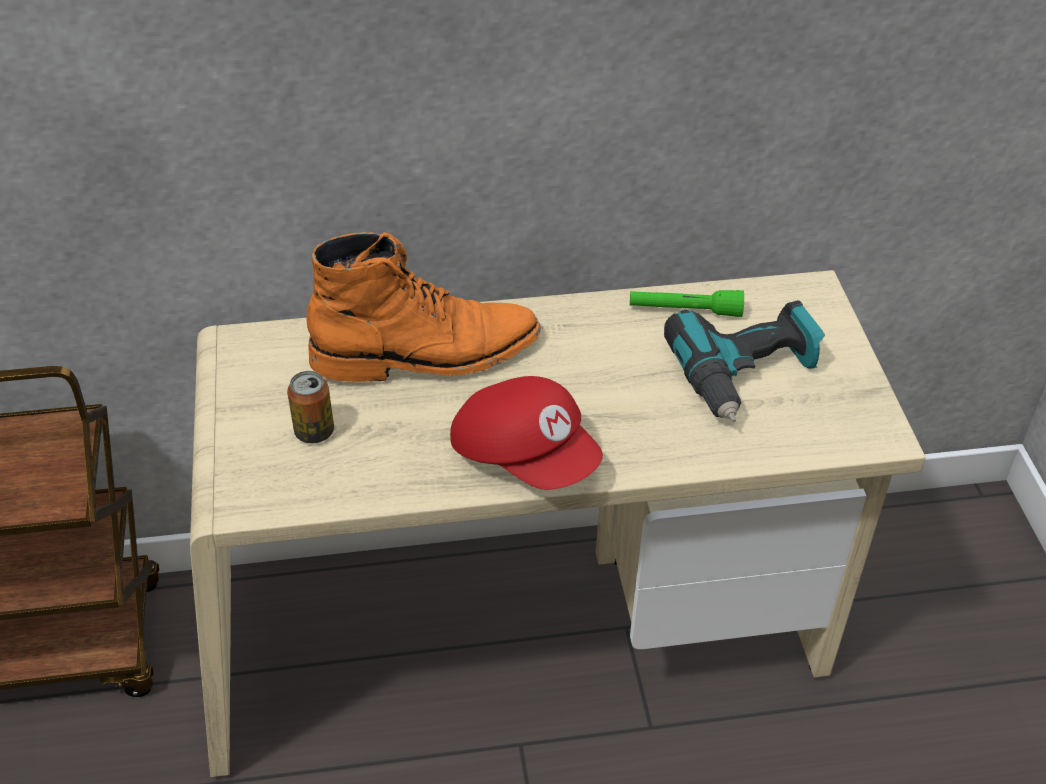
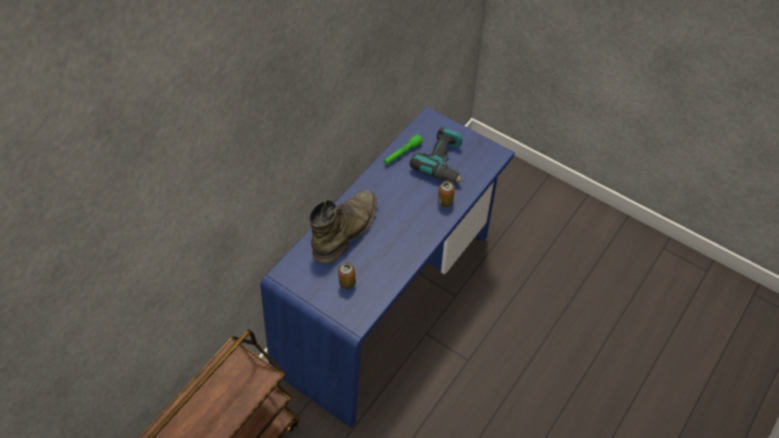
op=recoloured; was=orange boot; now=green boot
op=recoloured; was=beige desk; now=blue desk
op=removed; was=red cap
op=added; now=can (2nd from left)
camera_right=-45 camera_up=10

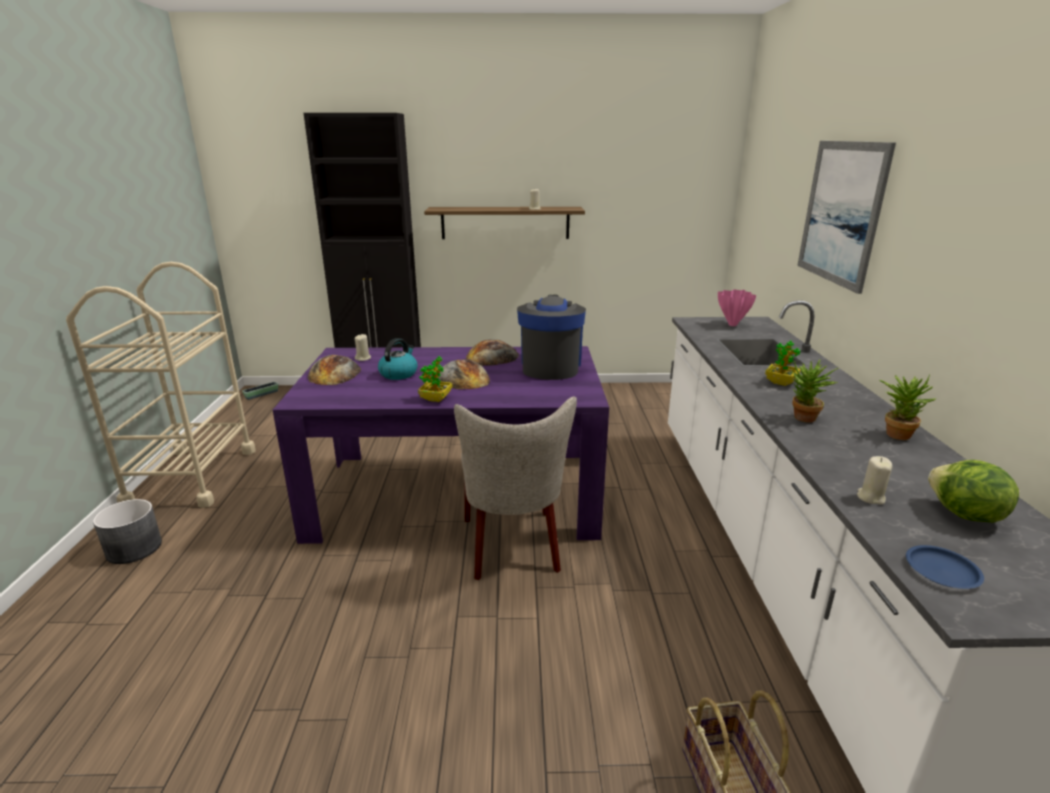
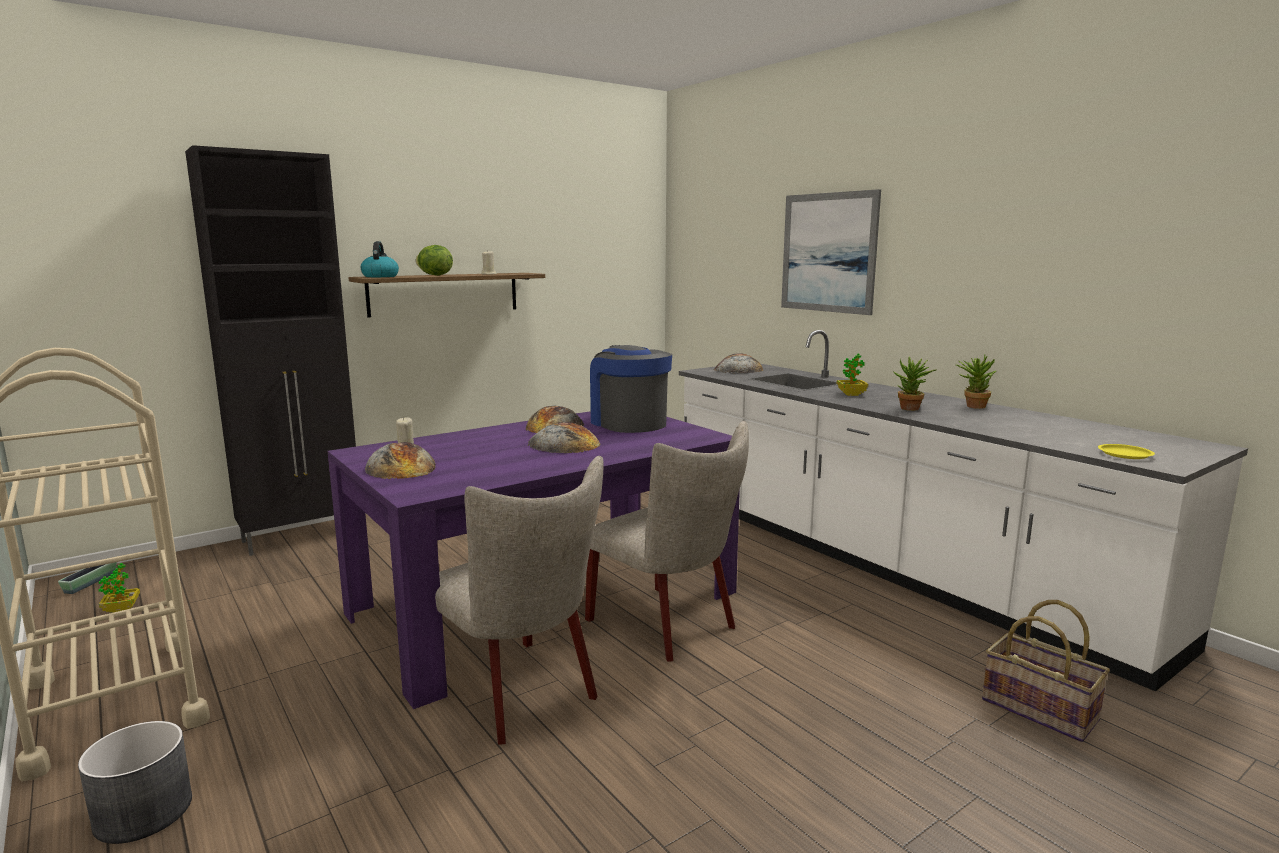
op=replaced; was=pink vase; now=bread (4th from left)
op=moved; was=kettle
op=moved; was=potted plant (1st from left)
op=removed; was=beige candle (3rd from left)
op=moved; was=lettuce
op=recoloured; was=blue plate; now=yellow plate
op=added; now=beige chair (1st from left)
camera_right=-35 camera_up=-10

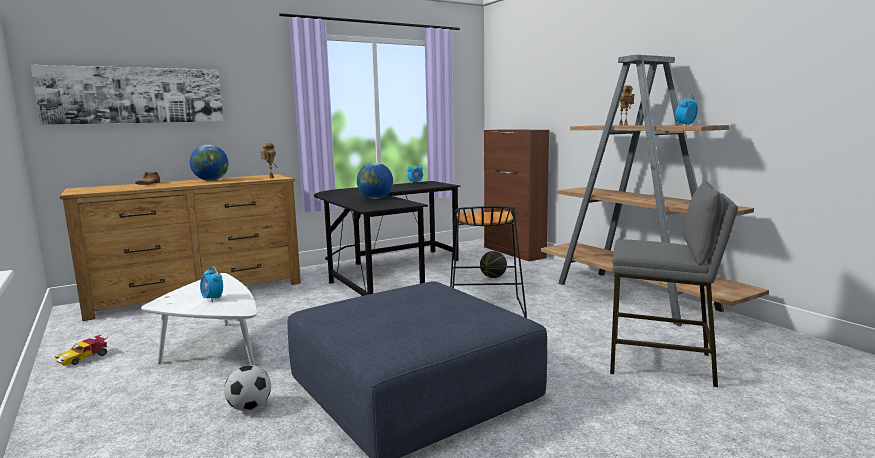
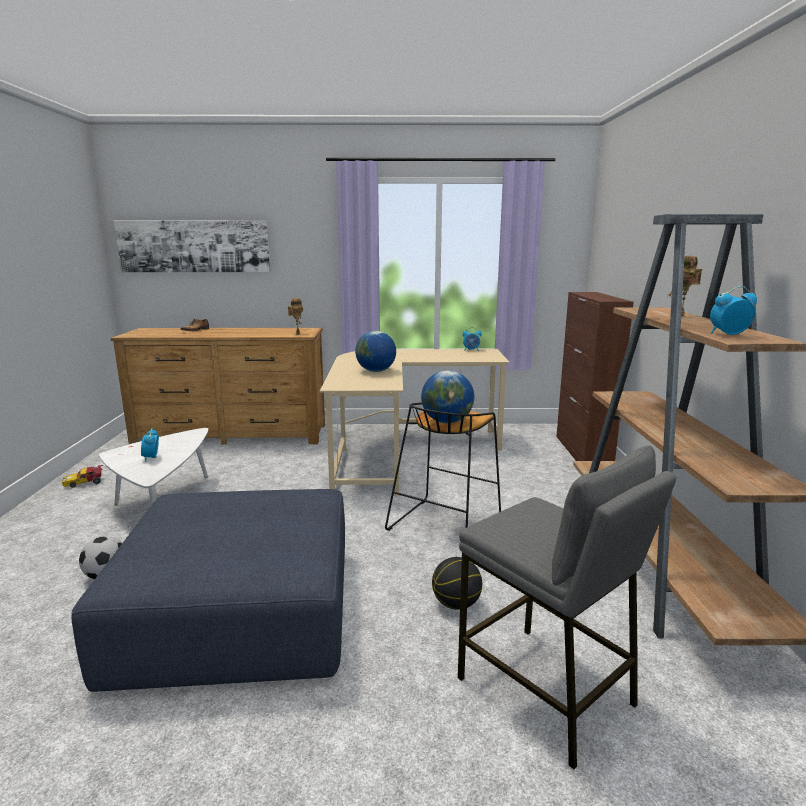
op=moved; was=globe (1st from left in the first image); now=globe (2nd from left)
op=recoloured; was=black desk; now=beige desk
op=moved; was=basketball
camera_right=30 camera_up=5

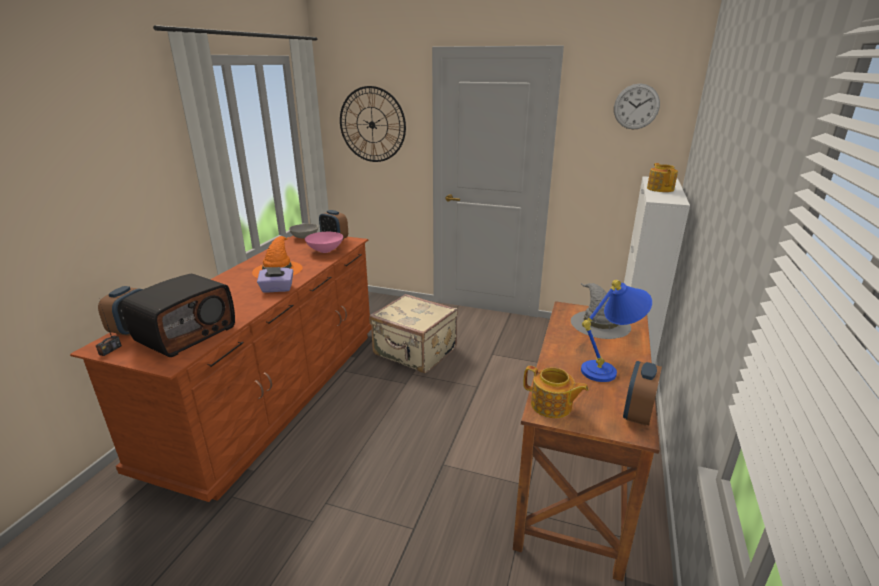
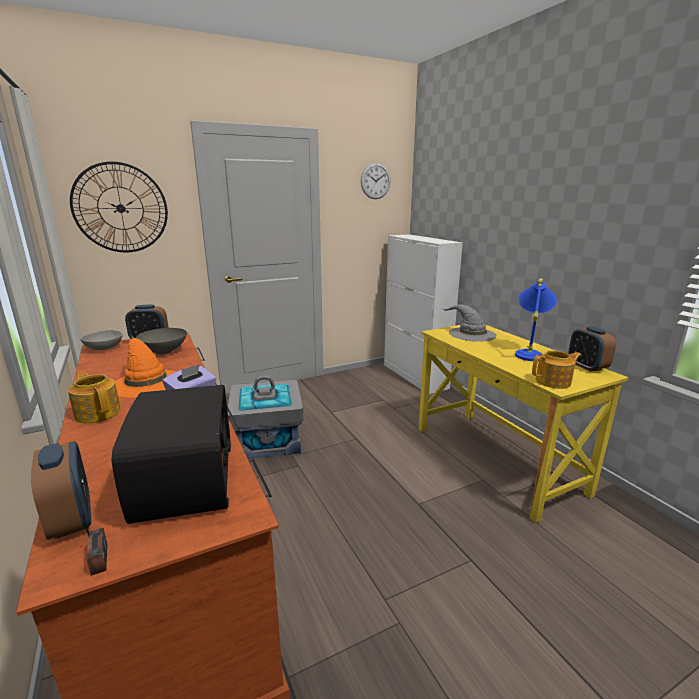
op=moved; was=teapot (2nd from left in the first image); now=teapot (1st from left)
op=recoloured; was=pink bowl; now=grey bowl (2nd from left)
op=replaced; was=beige suitcase; now=grey storage box
op=recoloured; was=brown desk; now=yellow desk
camera_right=-45 camera_up=-5

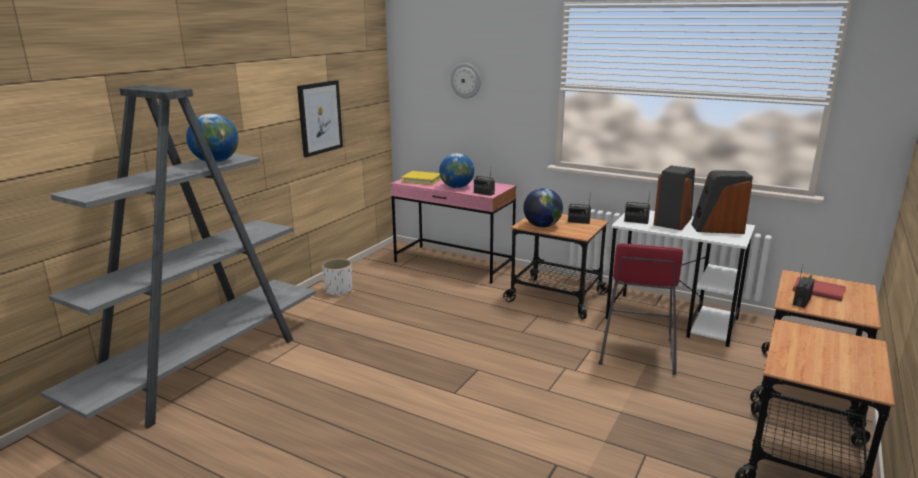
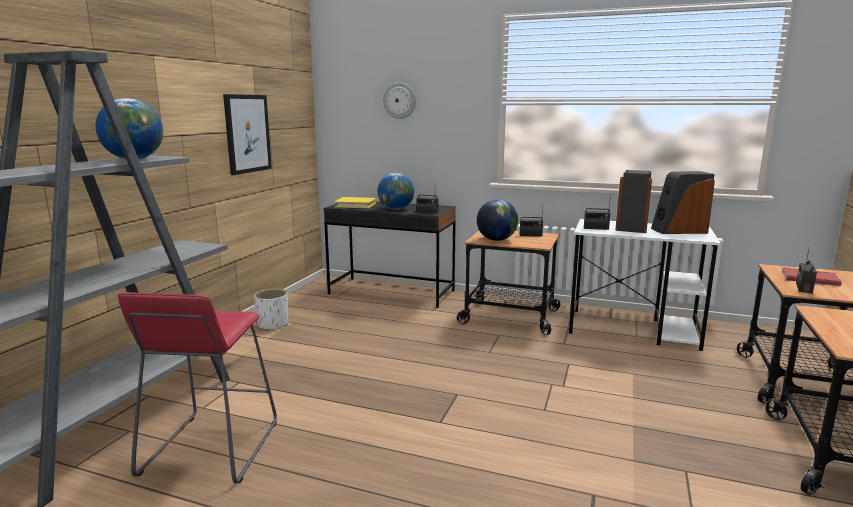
op=recoloured; was=pink desk; now=black desk
op=moved; was=red stool
camera_right=-10 camera_up=-5

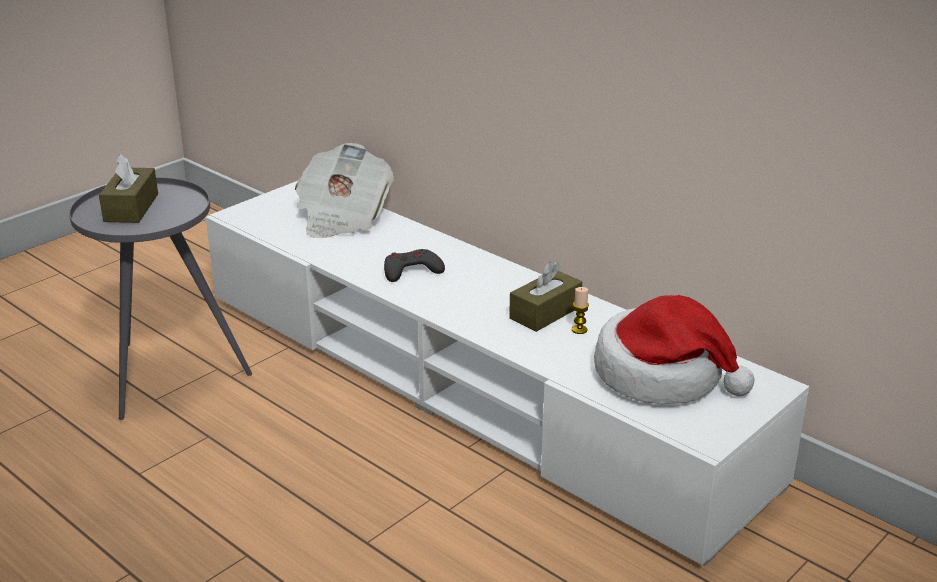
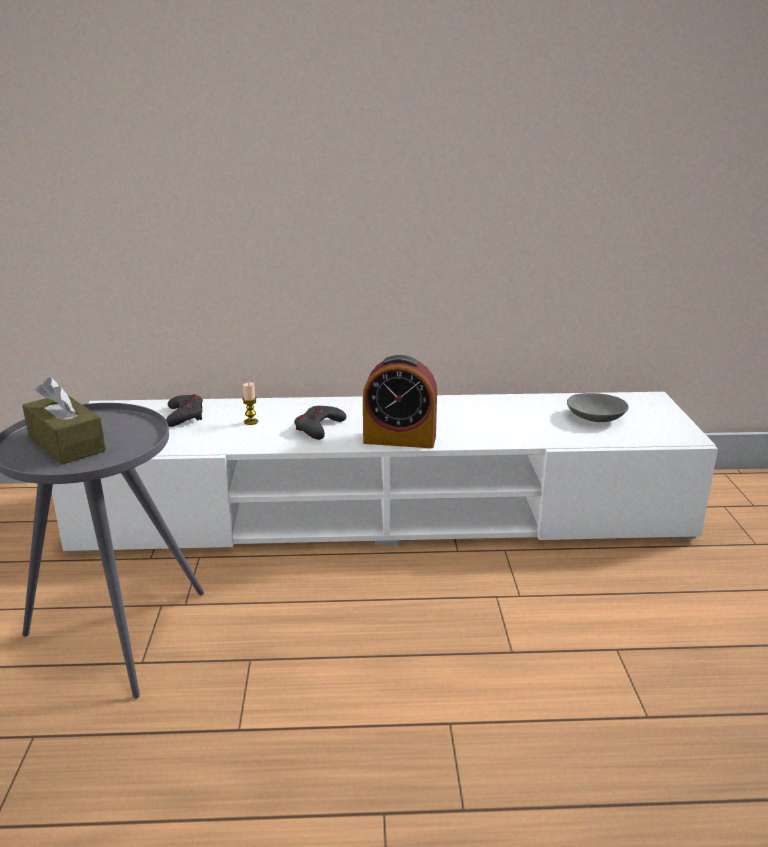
op=replaced; was=newspaper; now=grey game controller (1st from left)
op=removed; was=brown tissue box (2nd from left)
op=moved; was=candle
op=replaced; was=hat; now=grey bowl
op=added; now=alarm clock
camera_right=-45 camera_up=-5

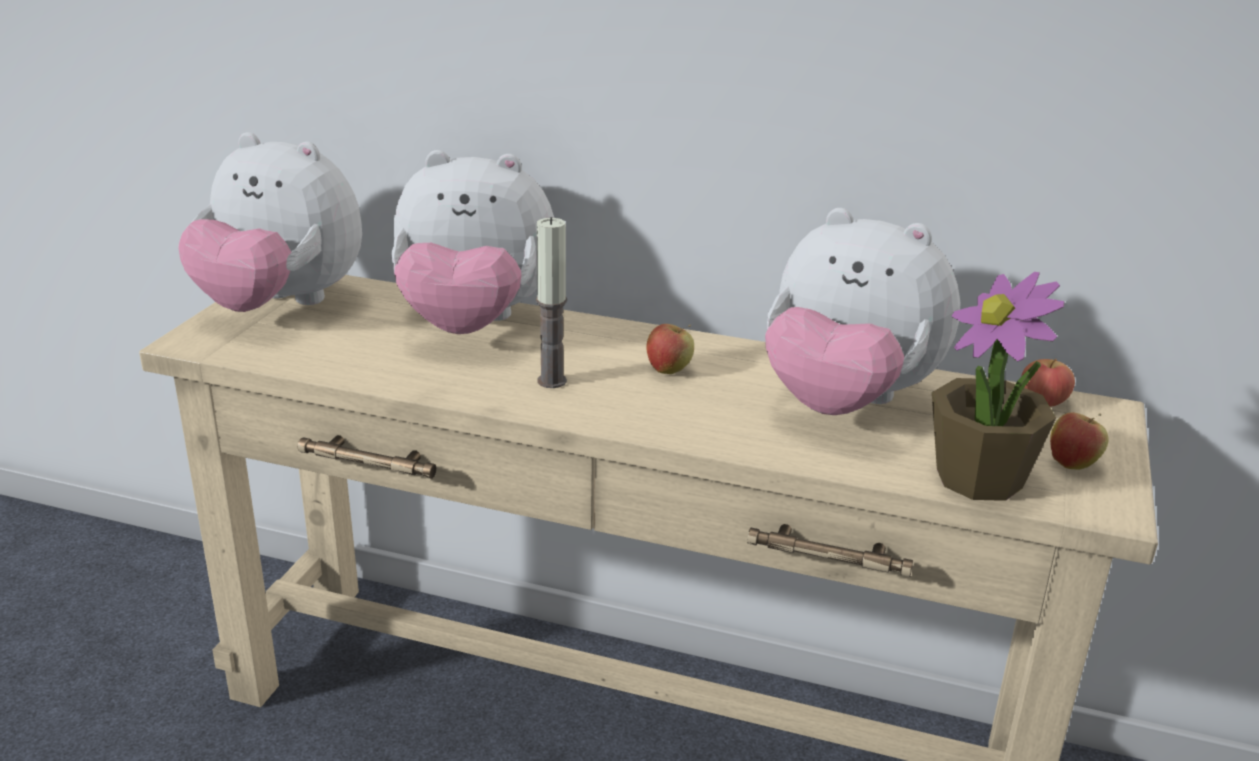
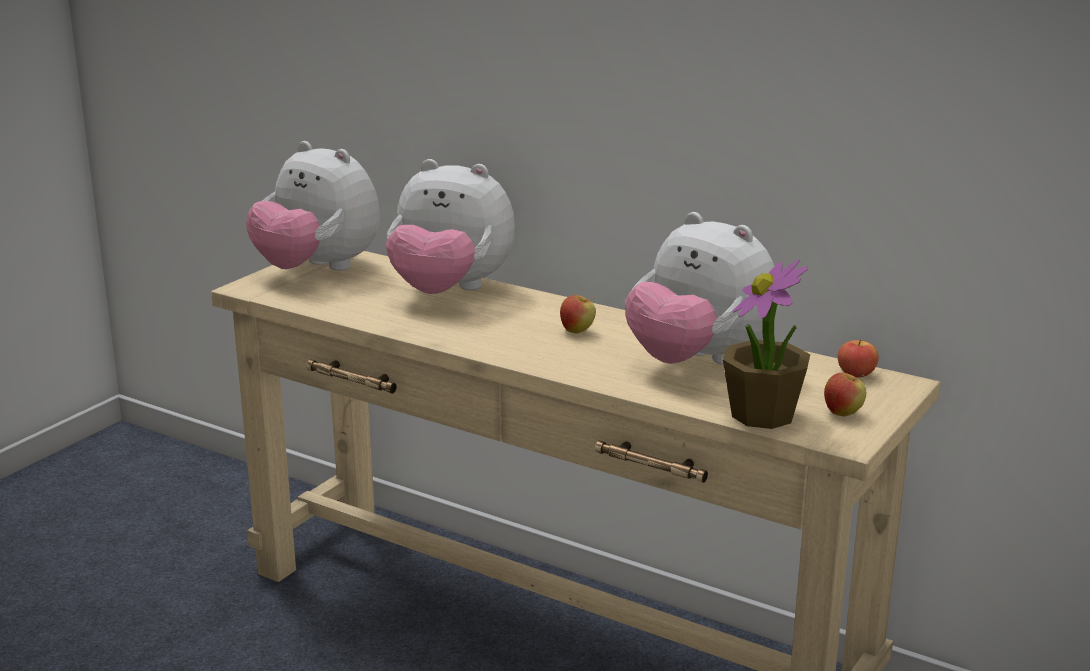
op=removed; was=candle
camera_right=15 camera_up=-5

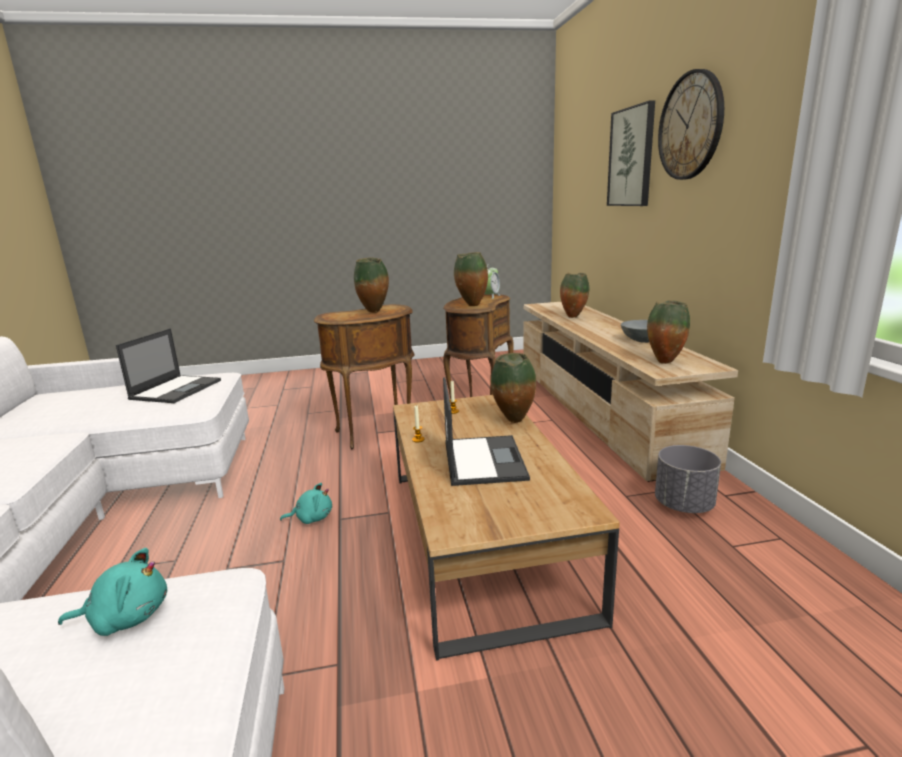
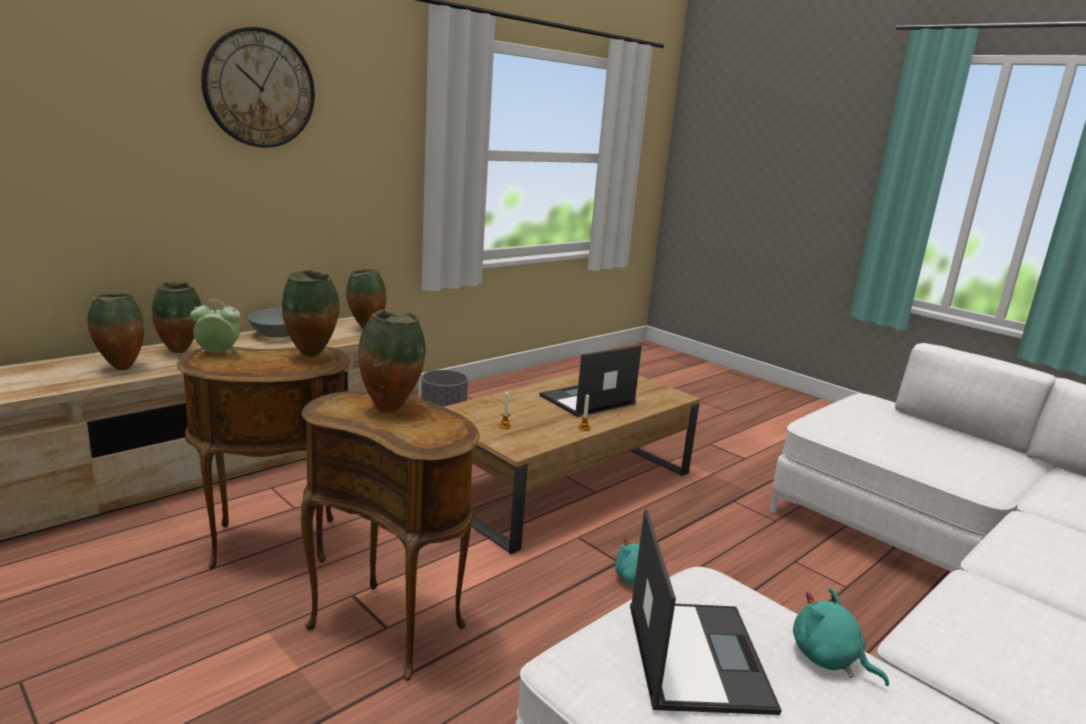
op=removed; was=picture
op=turned; was=laptop (1st from left in the first image); clockwise=105
op=moved; was=vase (3rd from left in the first image); now=vase (2nd from left)
op=moved; was=turquoise plush toy (1st from left in the first image); now=turquoise plush toy (2nd from left)
camera_right=-125 camera_up=0

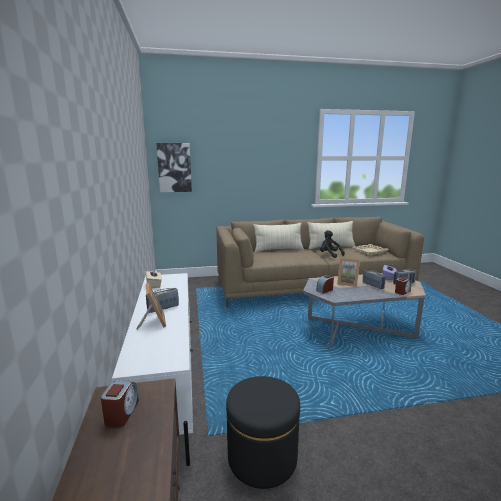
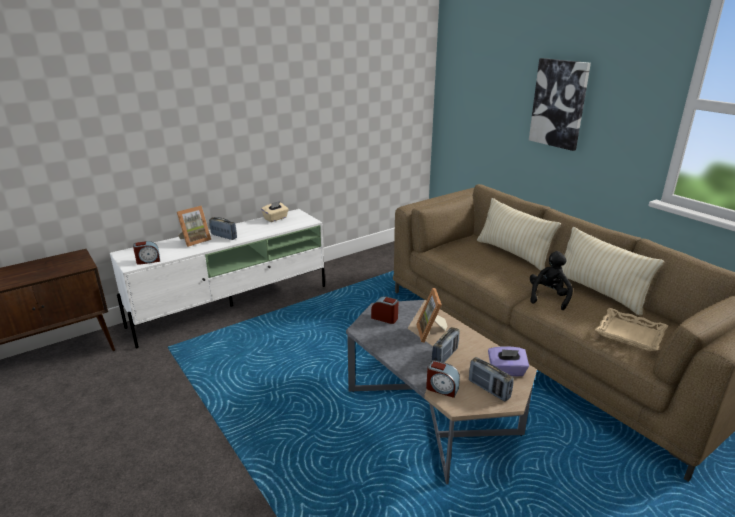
op=moved; was=picture
op=removed; was=black ottoman
op=moved; was=alarm clock (1st from left)
camera_right=65 camera_up=10

